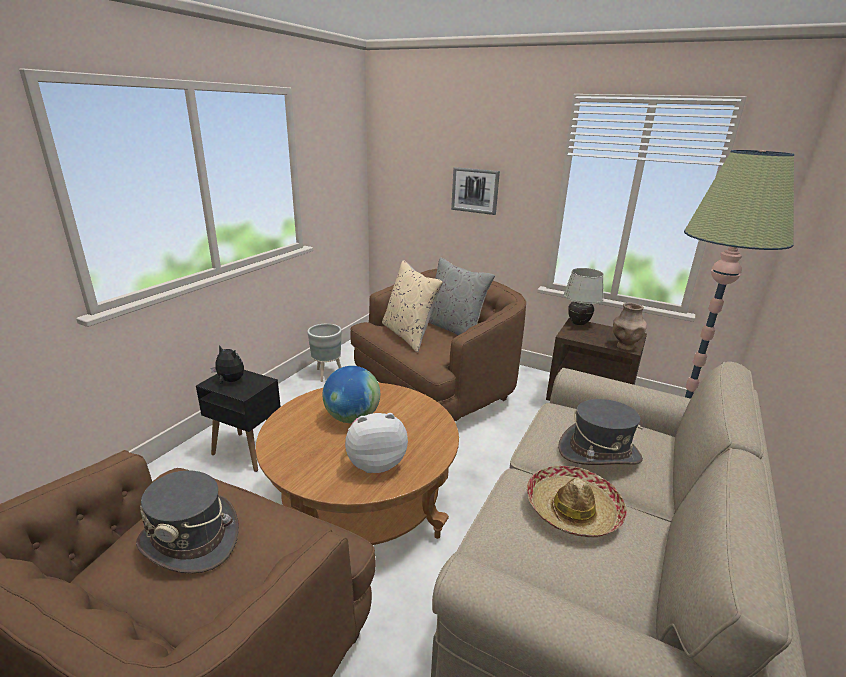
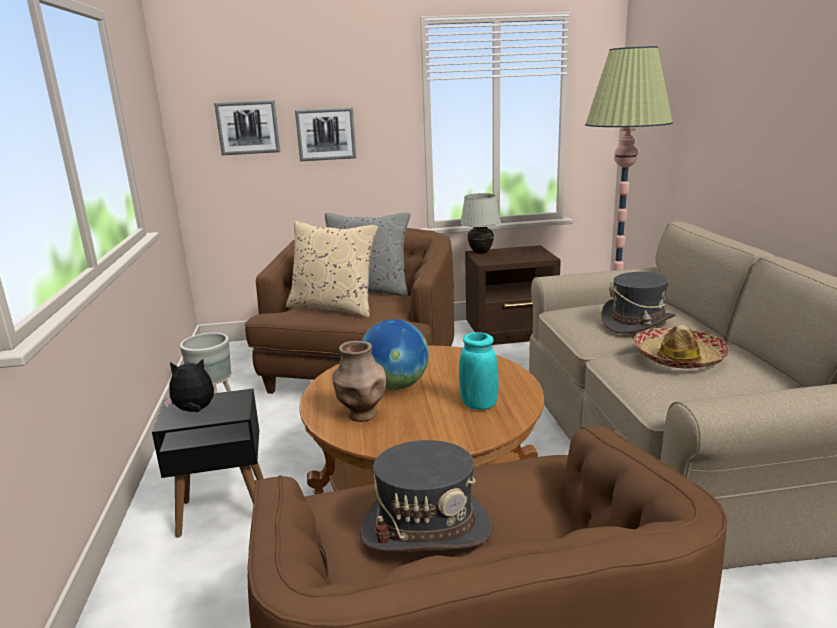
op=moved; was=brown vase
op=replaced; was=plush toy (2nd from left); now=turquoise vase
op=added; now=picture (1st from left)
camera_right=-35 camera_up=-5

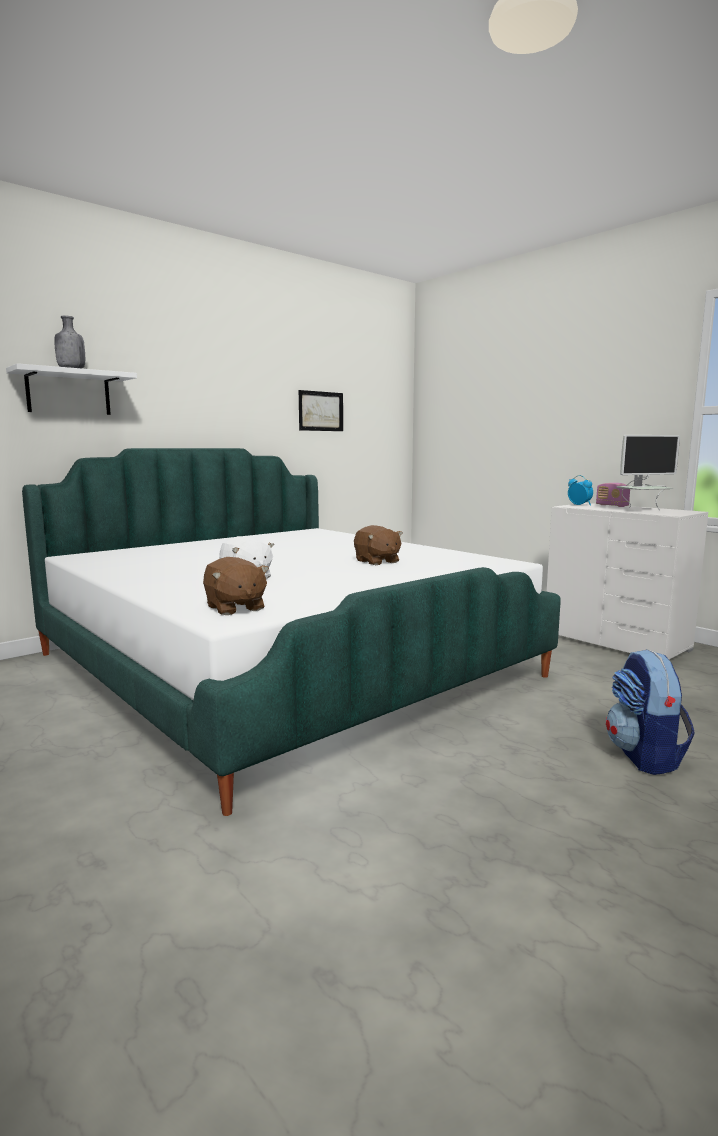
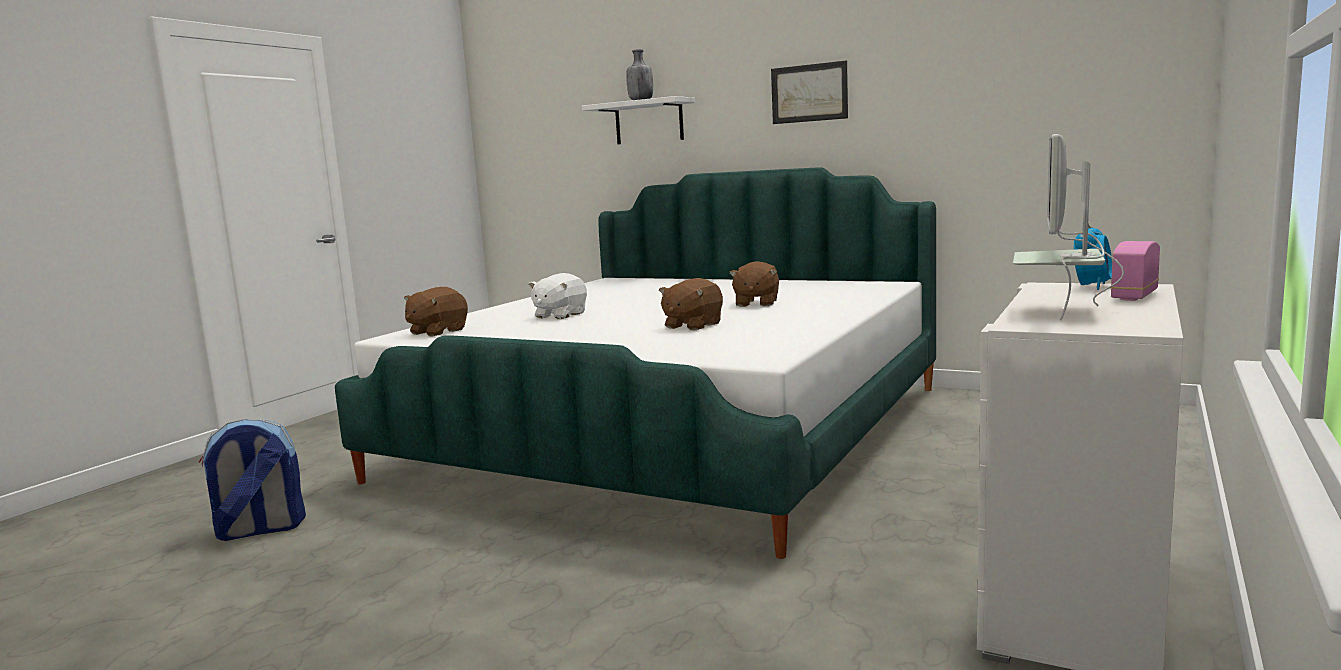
op=moved; was=picture
op=turned; was=monitor; clockwise=60
op=moved; was=backpack
op=added; now=brown plush toy (3rd from left)
camera_right=70 camera_up=0

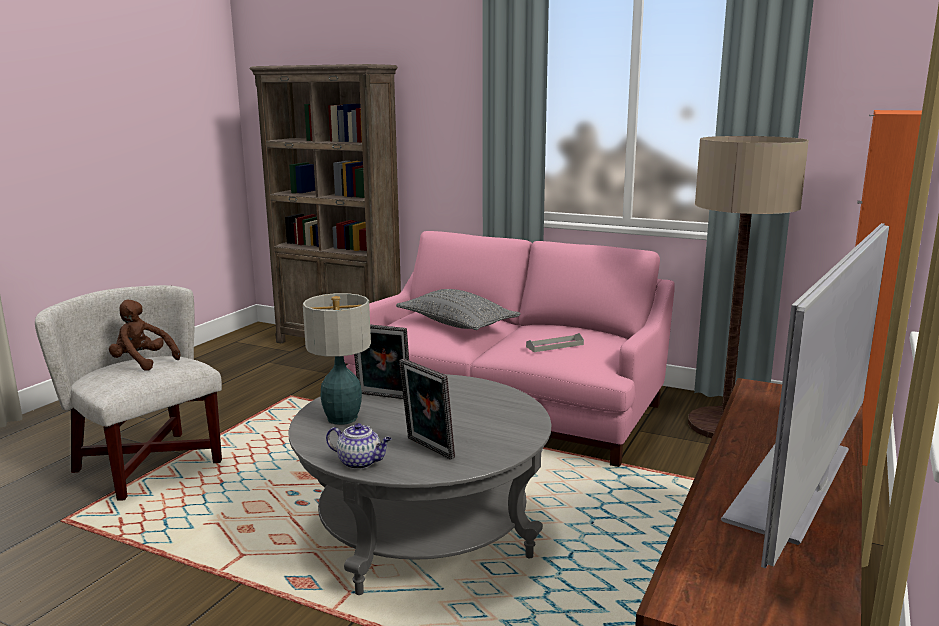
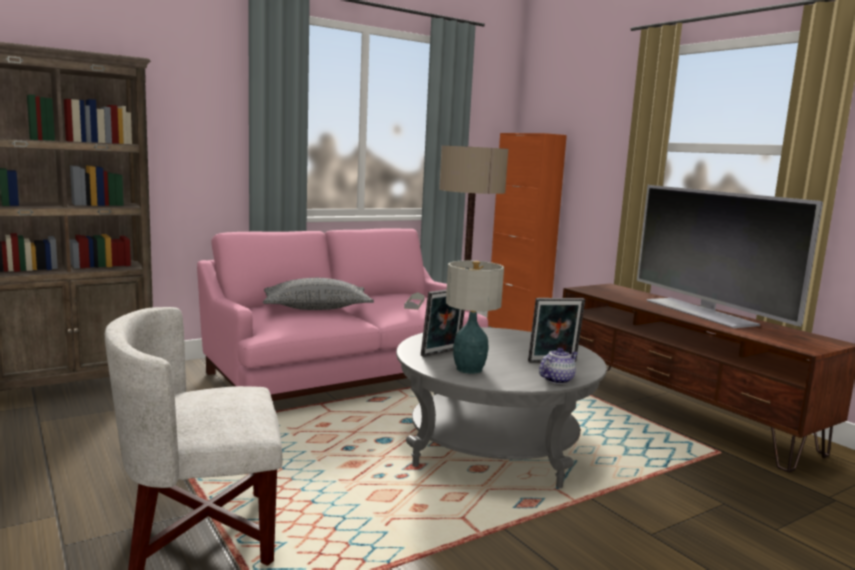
op=removed; was=brown plush toy
camera_right=-60 camera_up=-5

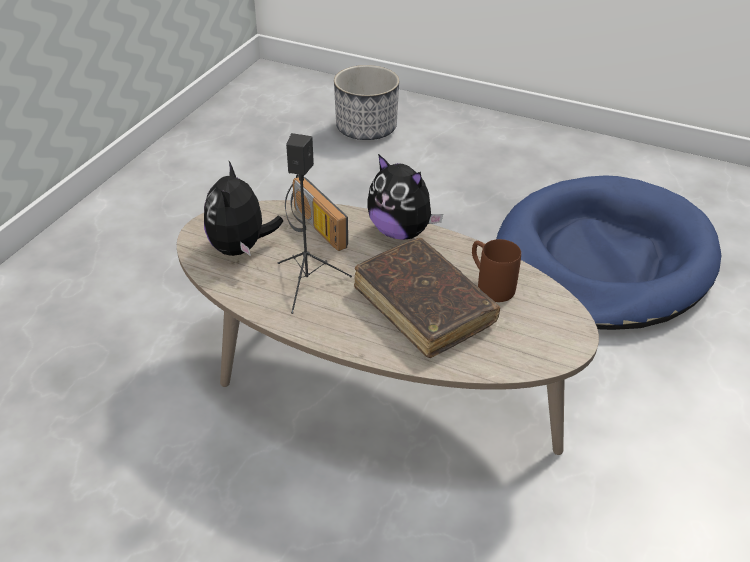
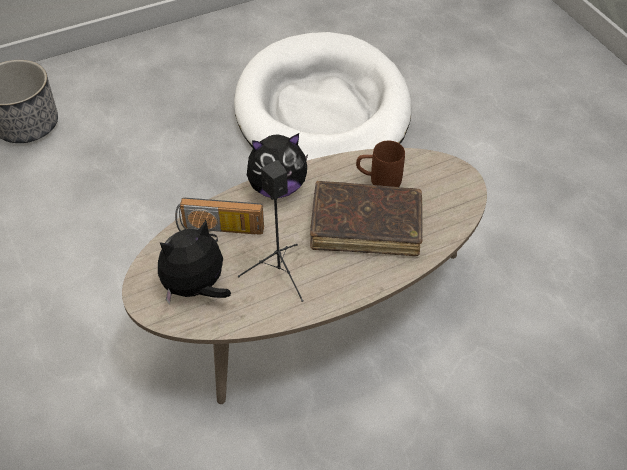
op=turned; was=plush toy (1st from left); clockwise=105
op=recoloured; was=blue dog bed; now=white dog bed
camera_right=-50 camera_up=10

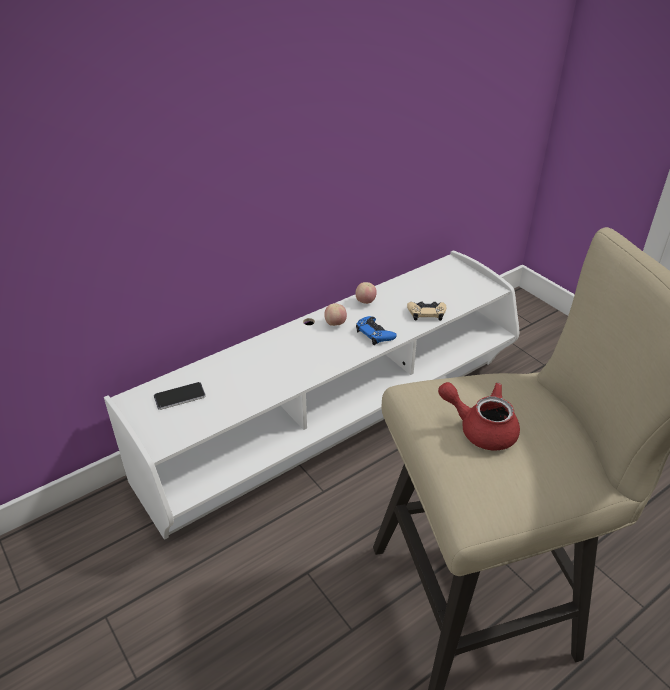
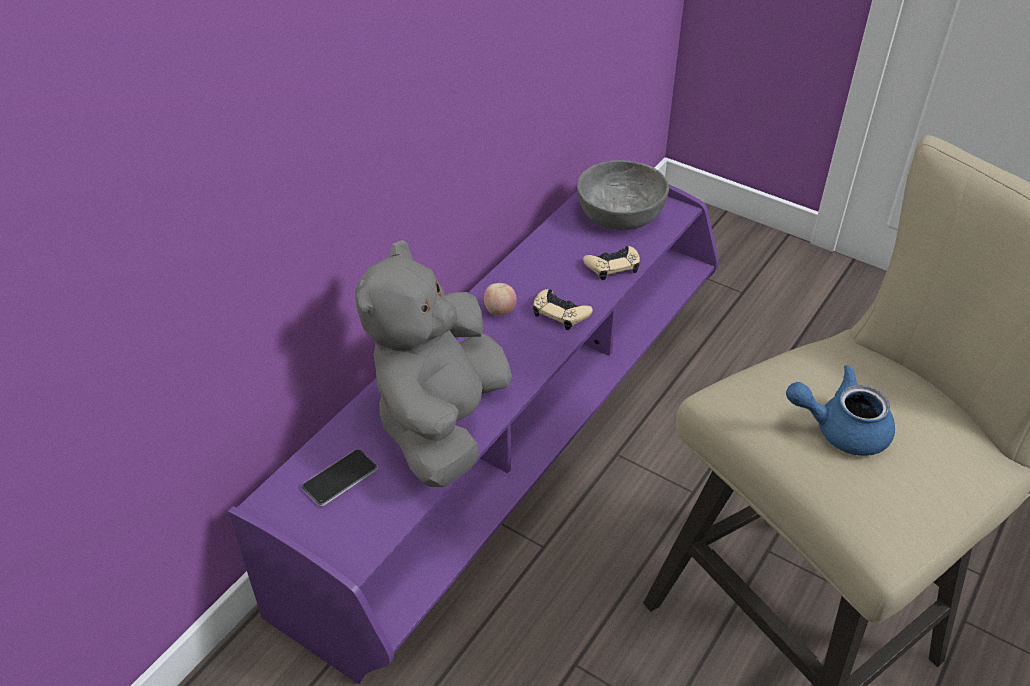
op=recoloured; was=white tv stand; now=purple tv stand
op=removed; was=apple (2nd from left)
op=recoloured; was=blue game controller; now=beige game controller (1st from left)
op=recoloured; was=red teapot; now=blue teapot
op=added; now=grey bowl
op=added; now=grey plush toy
camera_right=-20 camera_up=5

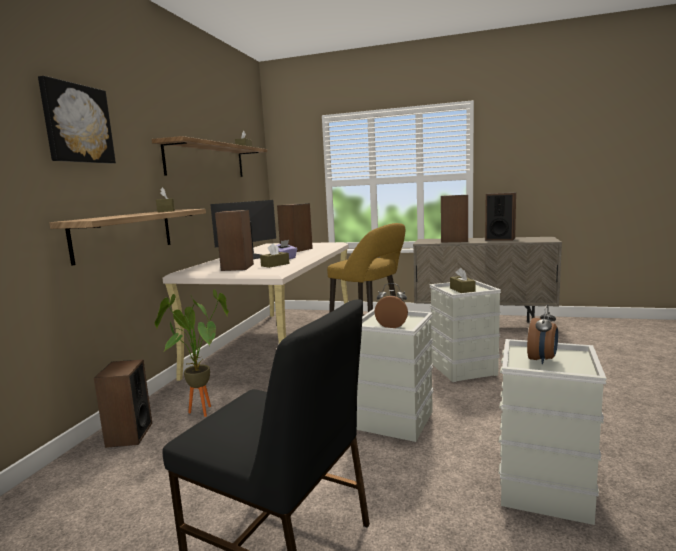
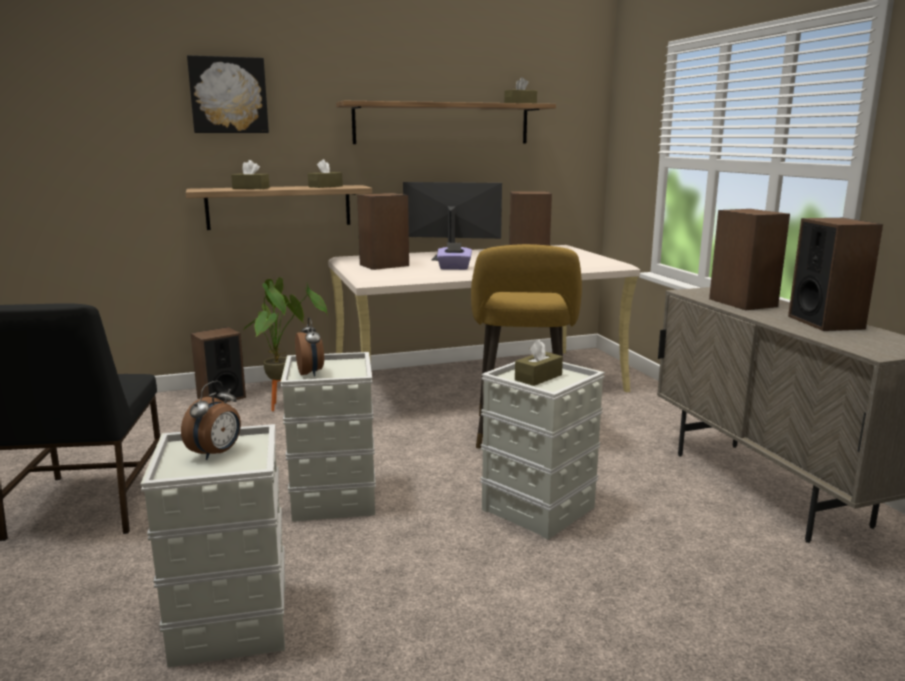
op=moved; was=brown tissue box (3rd from left in the first image); now=brown tissue box (1st from left)
op=turned; was=alarm clock (2nd from left in the first image); clockwise=-60
camera_right=55 camera_up=5

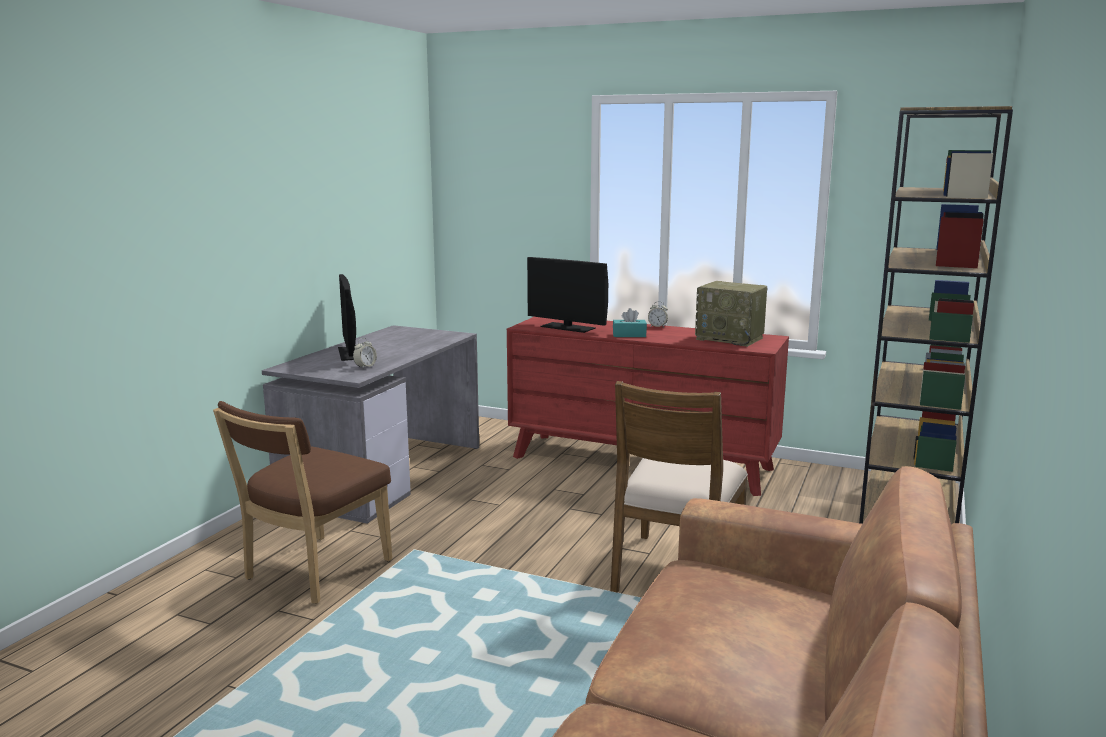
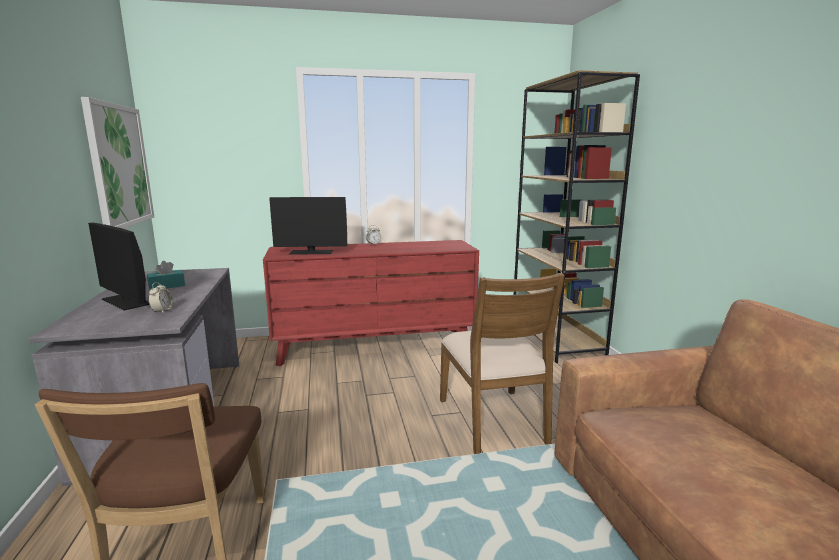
op=removed; was=radio
op=moved; was=turquoise tissue box
op=added; now=picture
camera_right=-35 camera_up=0

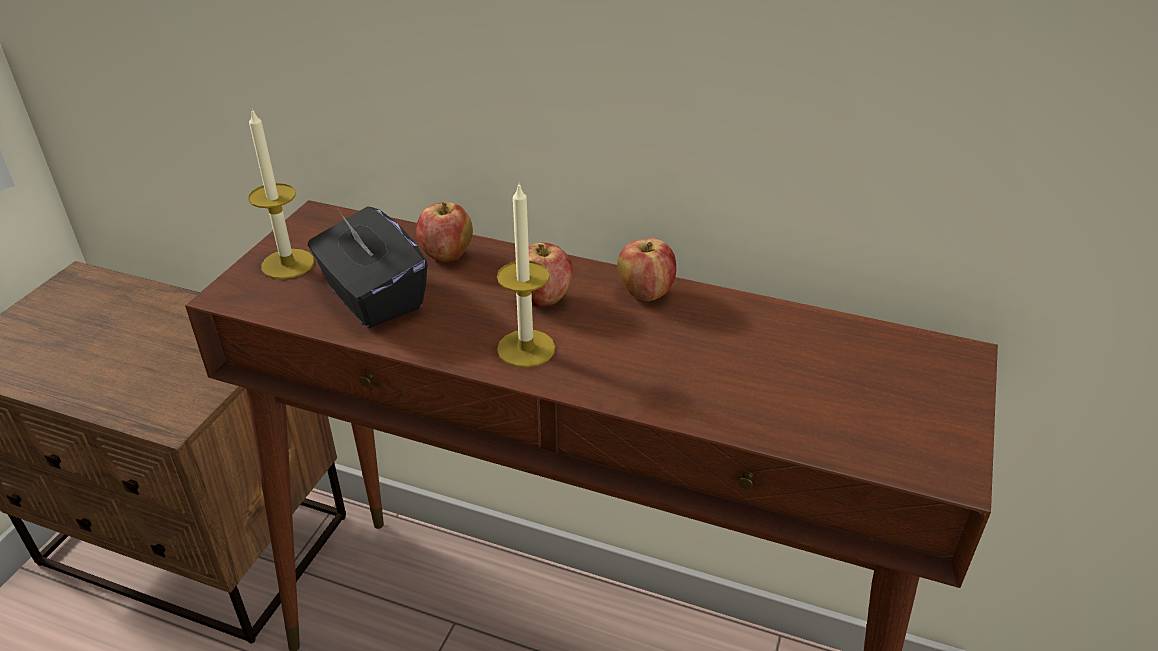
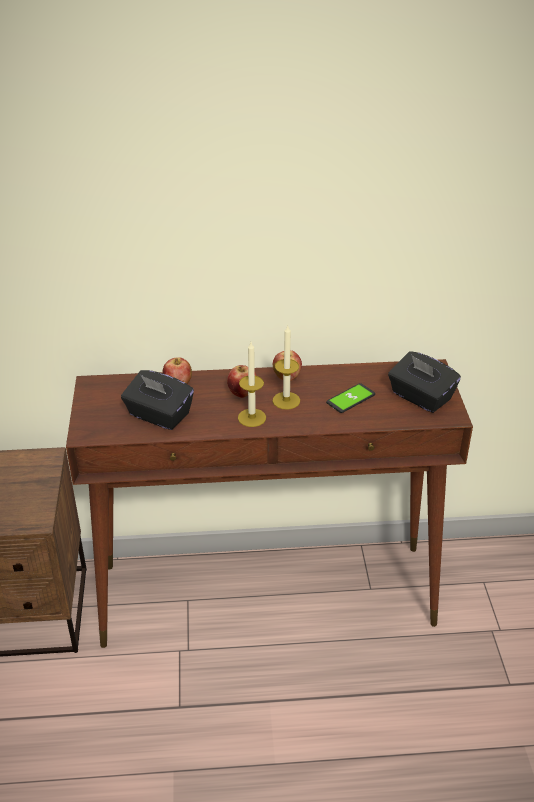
op=moved; was=candle (1st from left in the first image); now=candle (2nd from left)
op=added; now=black tissue box (2nd from left)
op=added; now=phone
camera_right=-25 camera_up=0

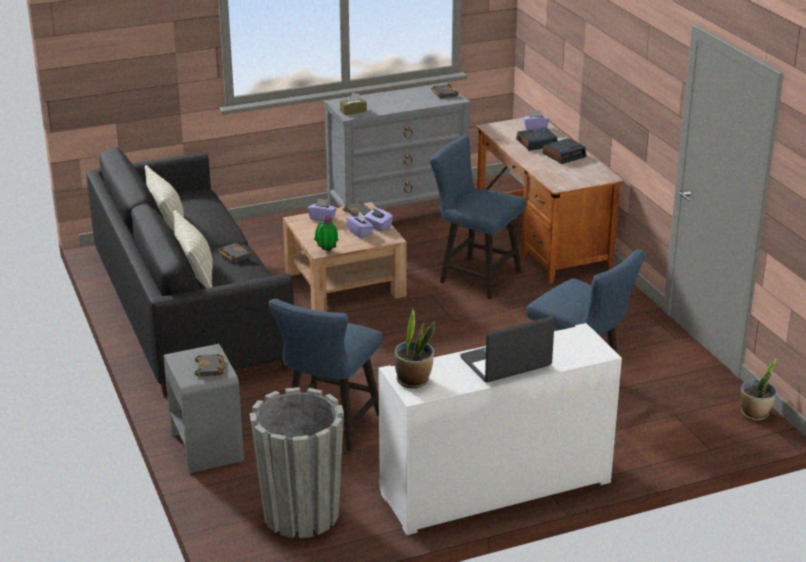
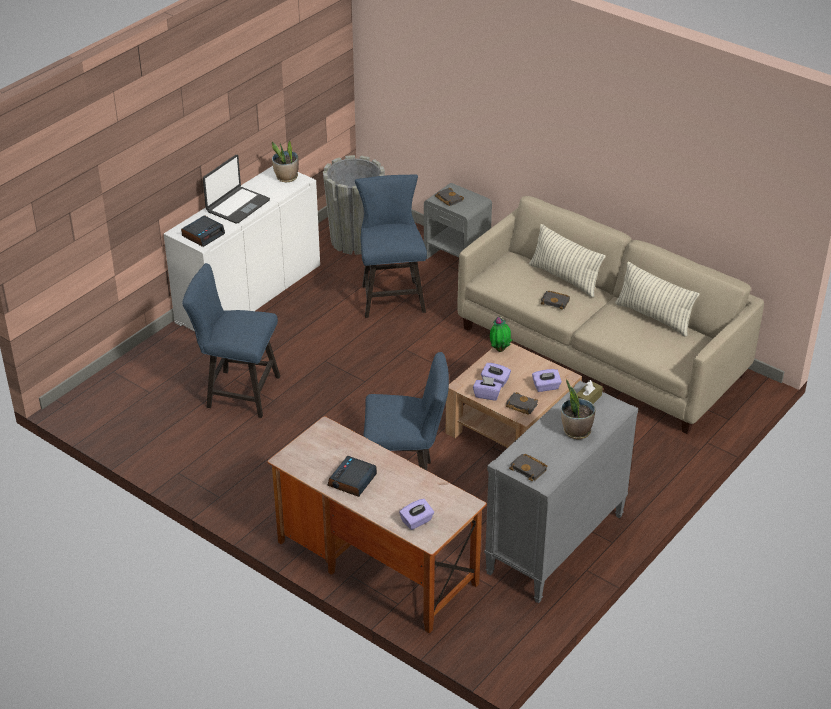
op=moved; was=alarm clock (1st from left)
op=recoloured; was=black sofa; now=beige sofa
op=moved; was=potted plant (3rd from left)
camera_right=150 camera_up=10

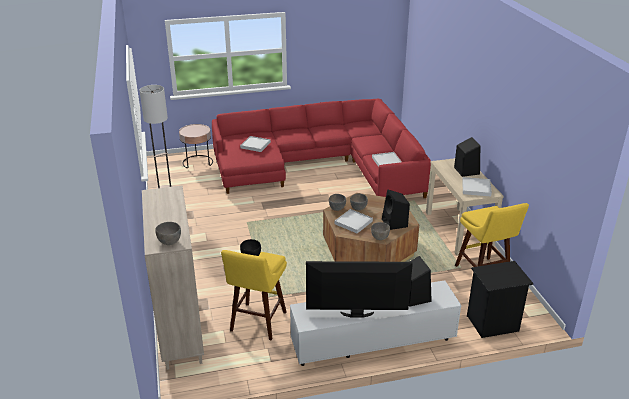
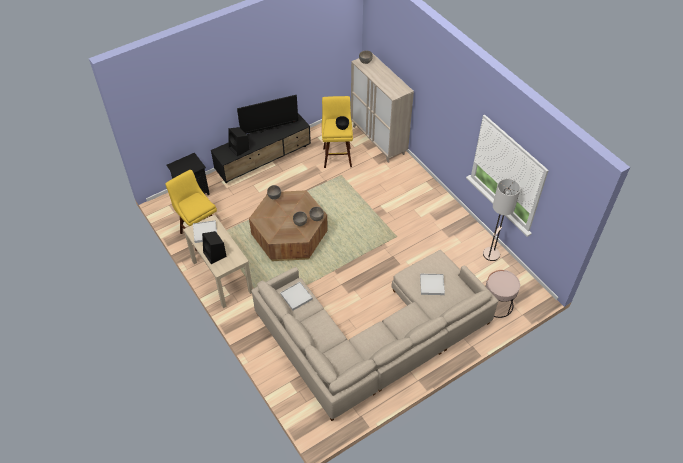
op=recoloured; was=red sofa; now=beige sofa
op=removed; was=black speaker (1st from left)
op=removed; was=white tray (2nd from left)
op=recoloured; was=white tv stand; now=black tv stand
camera_right=160 camera_up=20

